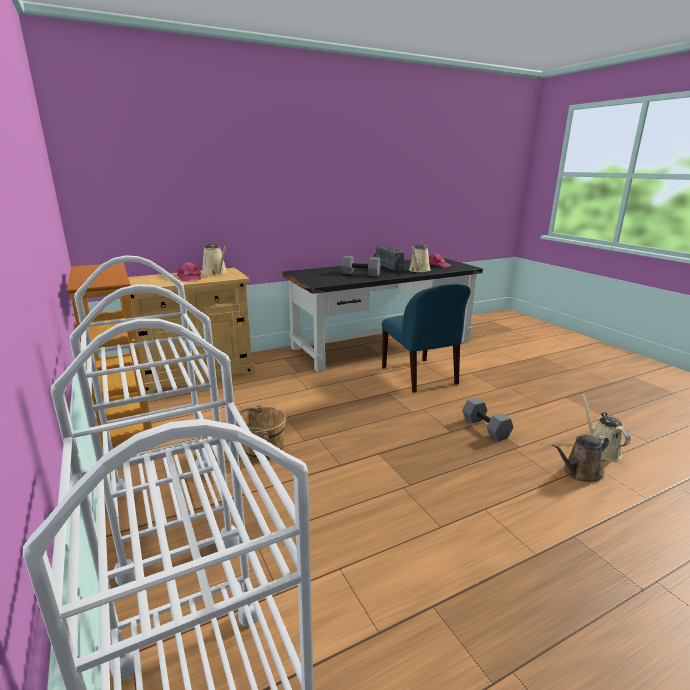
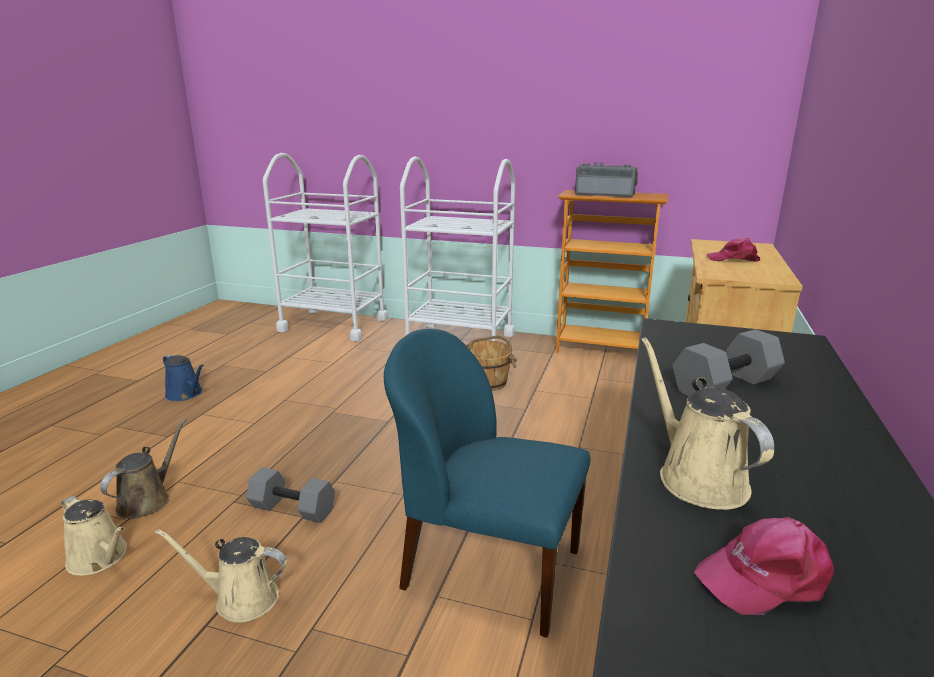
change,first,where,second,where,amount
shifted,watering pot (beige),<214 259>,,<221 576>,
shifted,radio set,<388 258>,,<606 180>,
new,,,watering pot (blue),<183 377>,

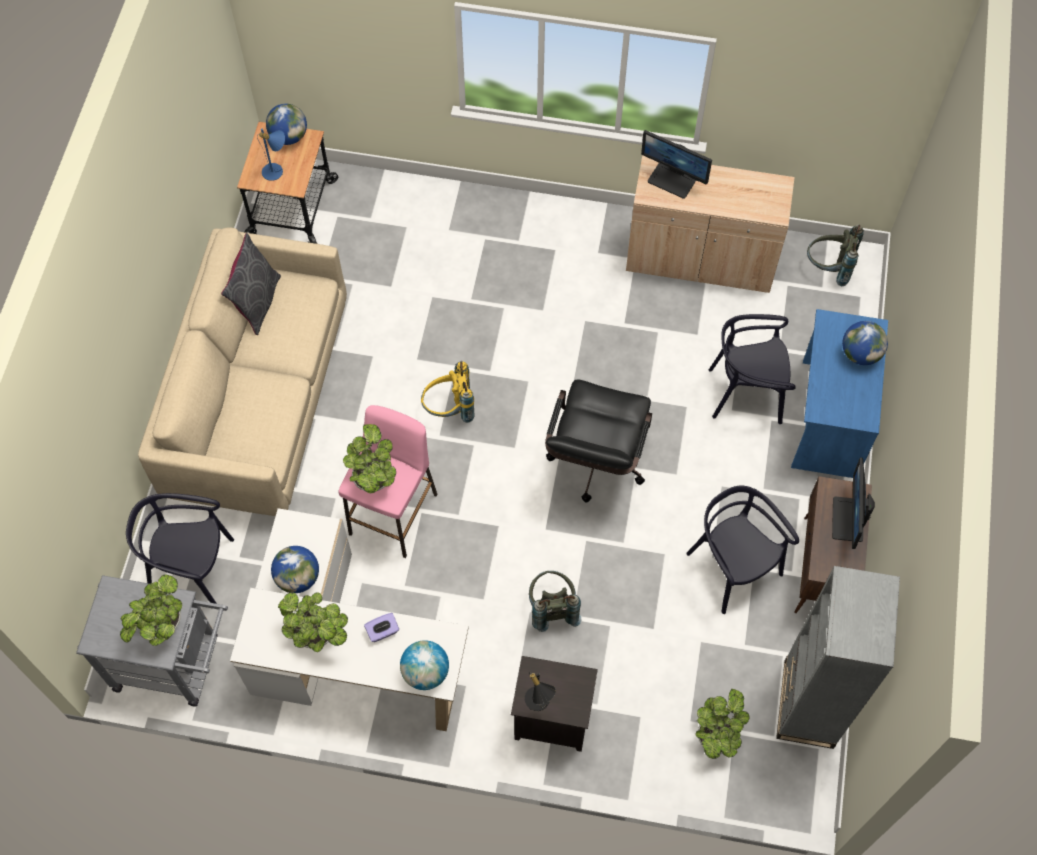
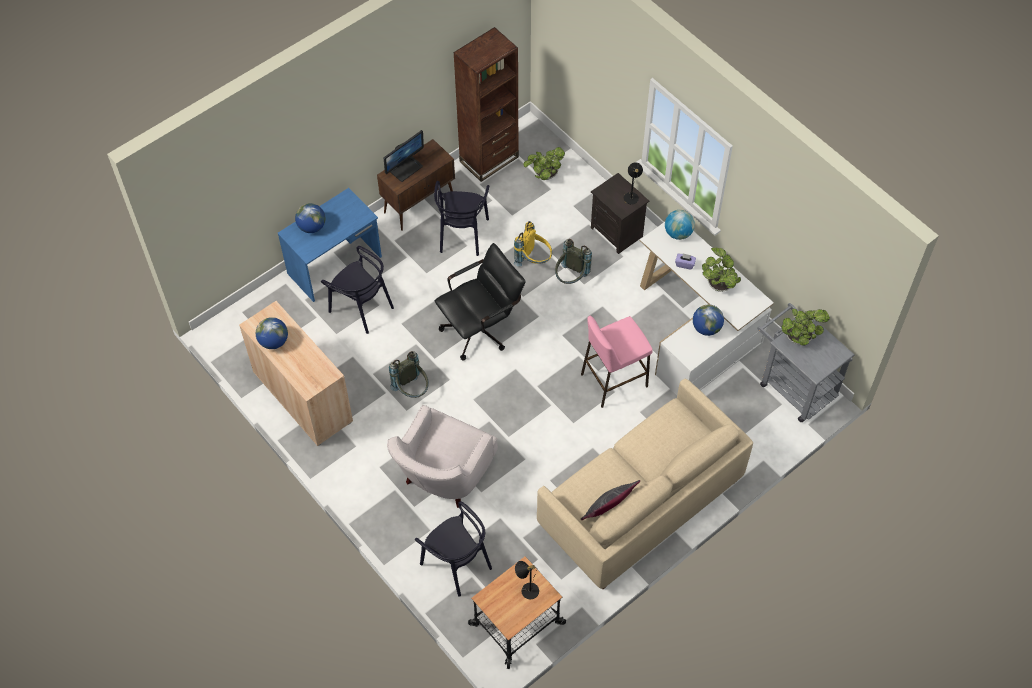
change,first,where,second,where,amount
shifted,chair (black),<180 548>,,<453 549>,
repainted,table lamp (blue),<271 155>,table lamp (black),<527 580>,
shifted,world globe,<286 124>,,<272 333>,
gone,plant in a pot,<369 458>,,,
shifted,knapsack (yellow-coloured),<447 392>,,<533 243>,
gone,computer display,<676 164>,,,
repainted,bookcase (gray),<838 657>,bookcase (brown-coloured),<486 104>,
shifted,knapsack (gray),<835 255>,,<409 374>,
new,,,armchair (white),<442 456>,

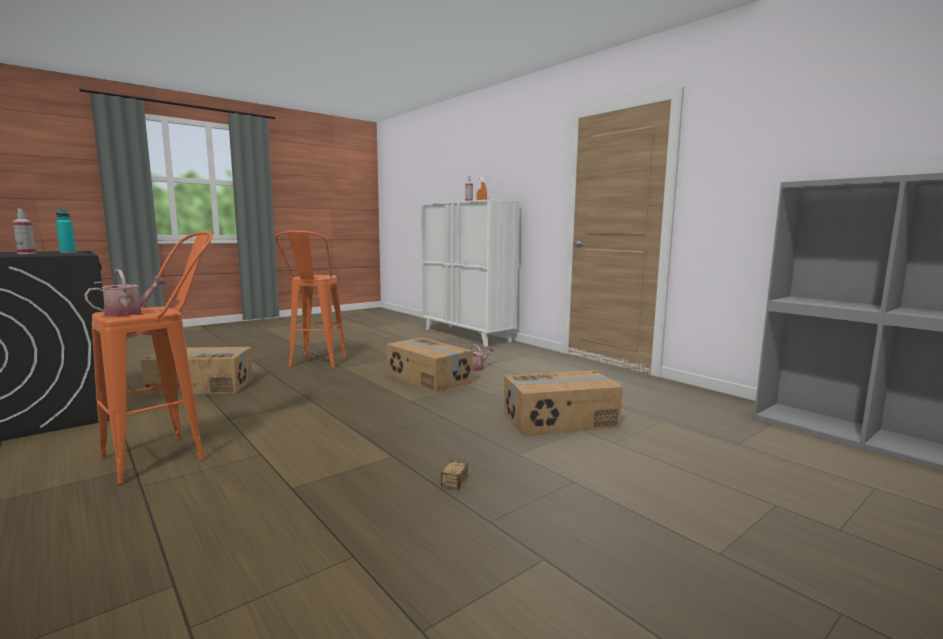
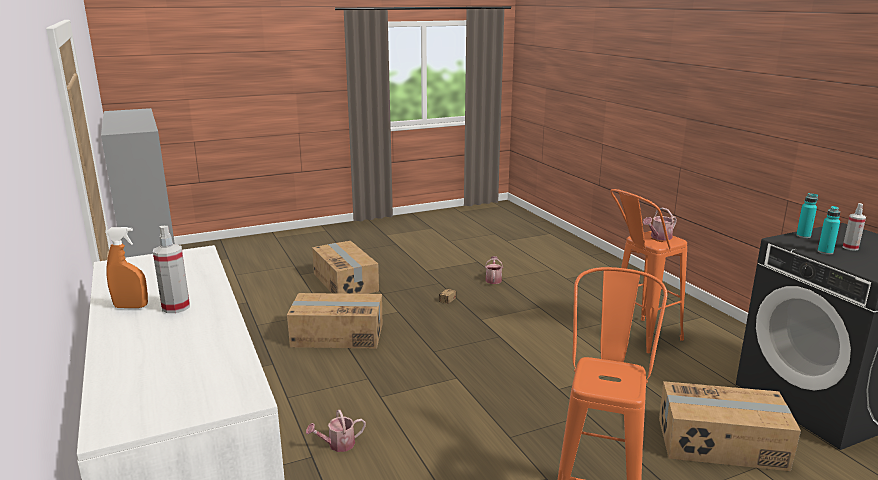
change,first,where,second,where,amount
shifted,carton,<430 365>,,<345 267>,
new,,,watering pot,<494 270>,
new,,,bottle (blue-green),<807 215>,

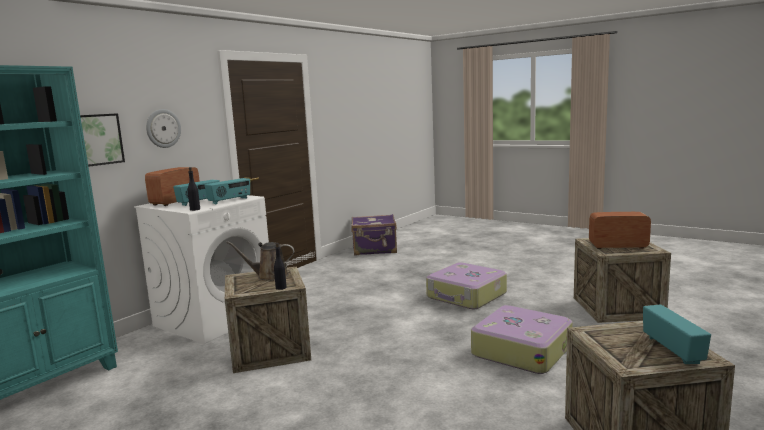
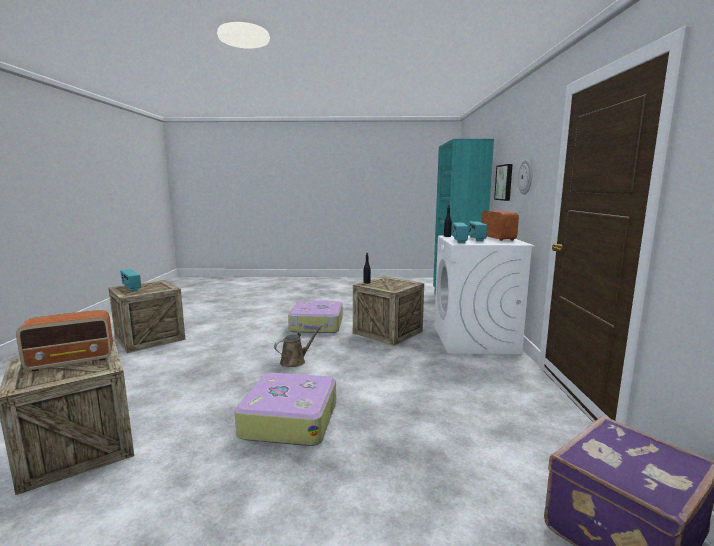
change,first,where,second,where,amount
shifted,watering pot (brown-coloured),<260 261>,,<298 346>,
shifted,suitcase,<522 339>,,<315 317>,

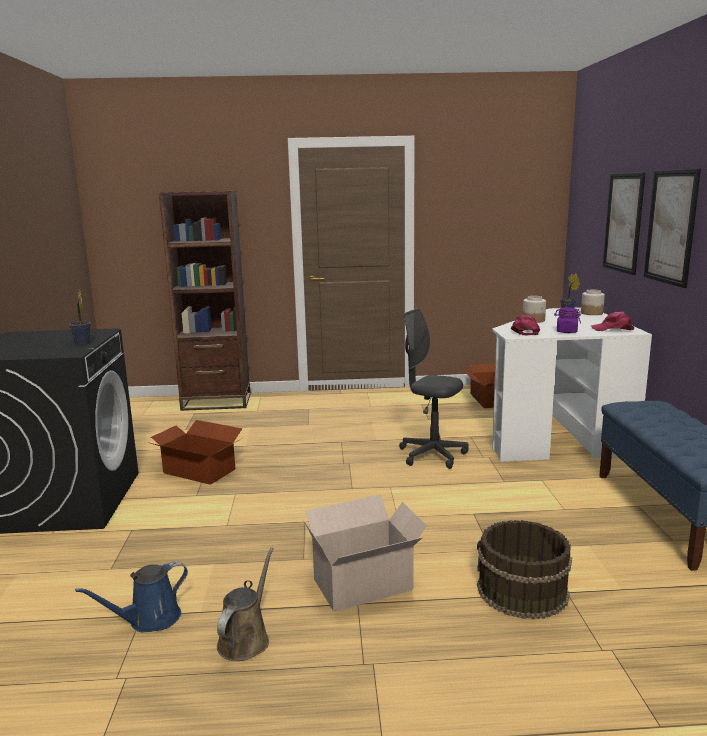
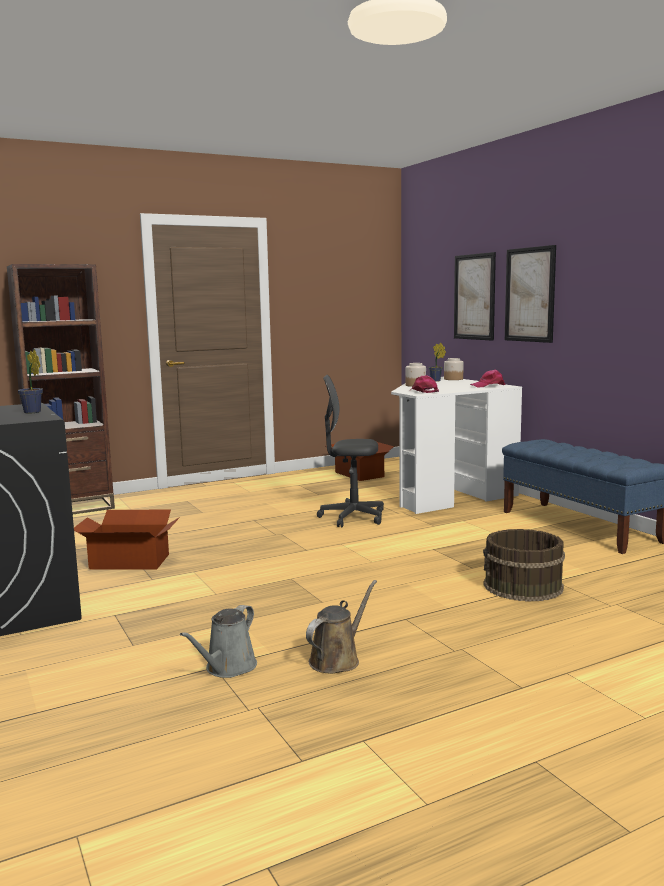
change,first,where,second,where,amount
repainted,watering pot (blue),<131 597>,watering pot (gray),<218 641>,
rotated,watering pot (brown-coloured),<245 604>,,<341 627>,45 degrees clockwise
gone,carton,<365 553>,,,
gone,jar (purple-coloured),<567 320>,,,

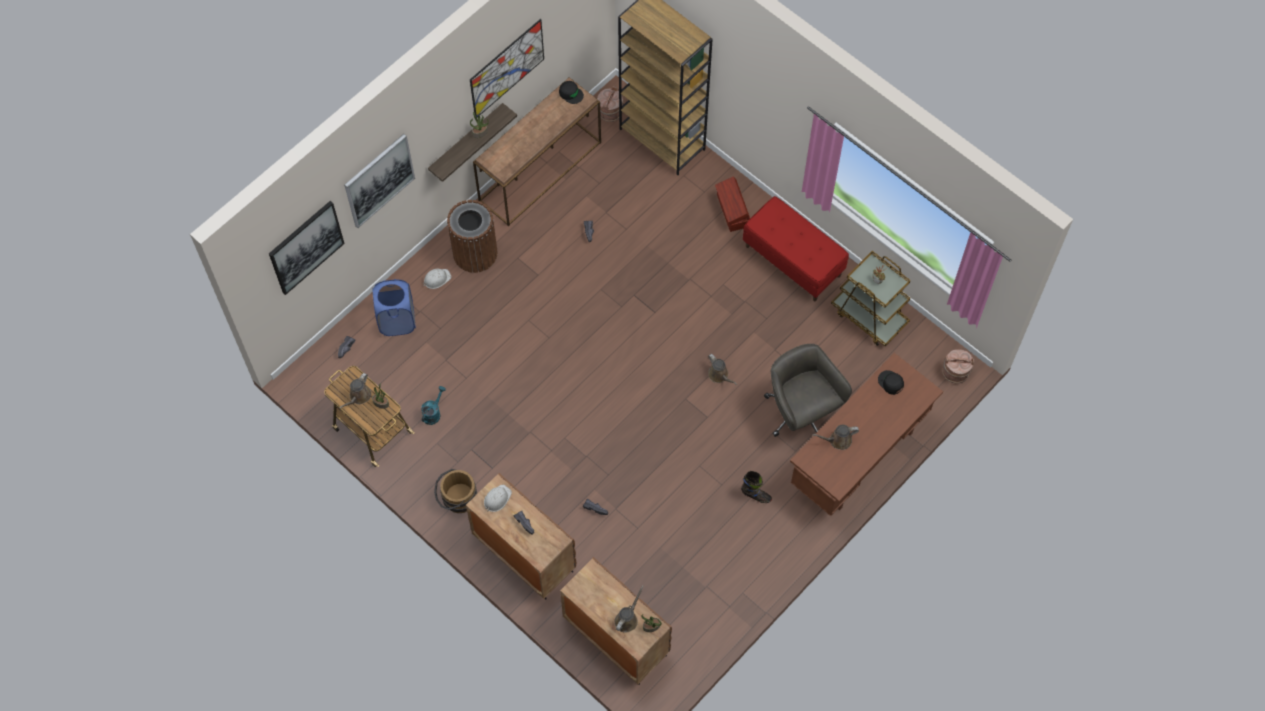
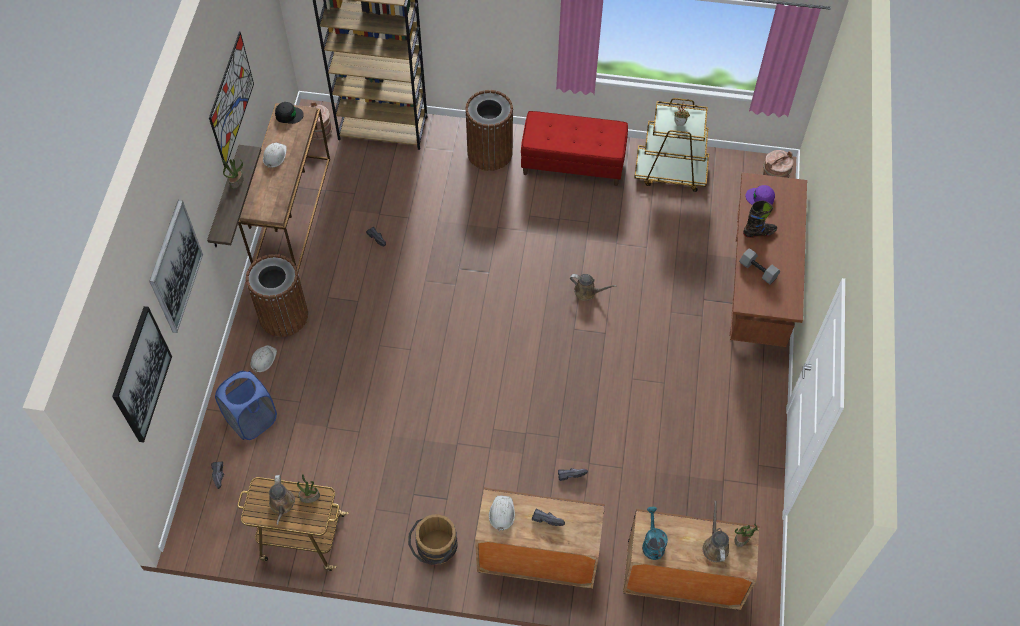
change,first,where,second,where,amount
shifted,watering pot (blue-green),<433 405>,,<655 533>,
swapped,storage bin (brown-coloured),<732 204>,waste bin (brown-coloured),<489 130>,
shifted,boot (black),<756 487>,,<760 219>,
gone,office chair (gray),<808 390>,,,
swapped,watering pot (brown-coloured),<836 437>,free weight (gray),<759 266>,
repainted,peaked cap (black),<891 382>,peaked cap (purple-coloured),<760 195>,
new,,,work helmet (white),<275 155>,

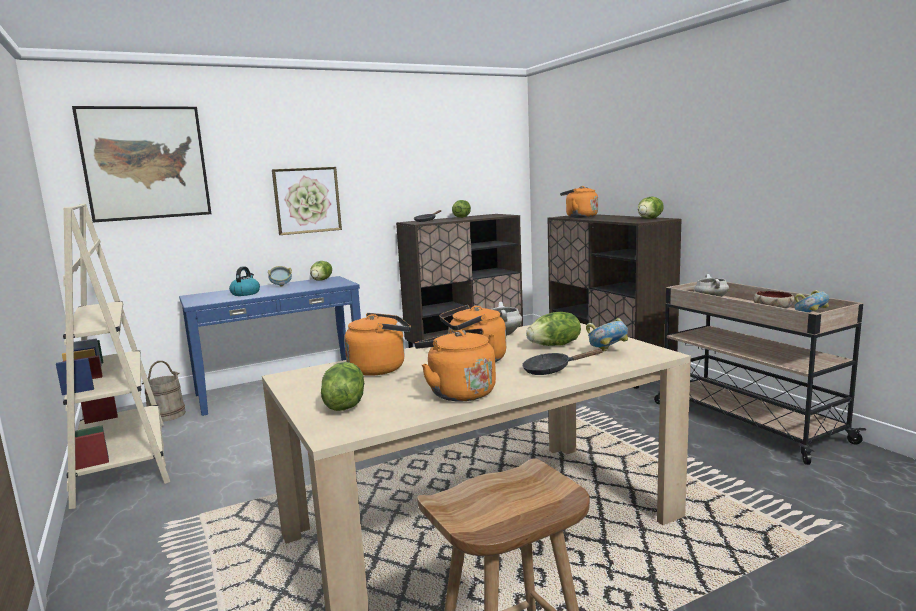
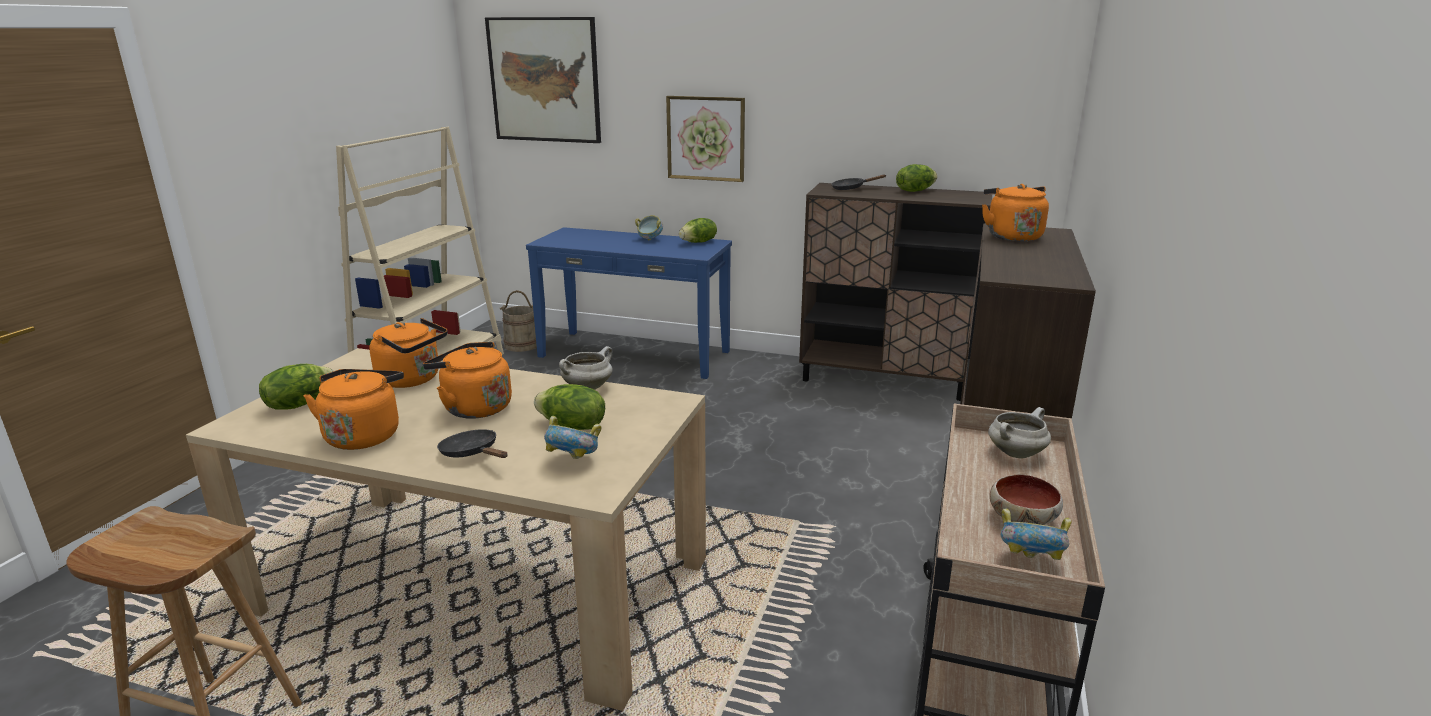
change,first,where,second,where,amount
gone,tea kettle,<244 281>,,,
gone,lettuce head,<651 208>,,,

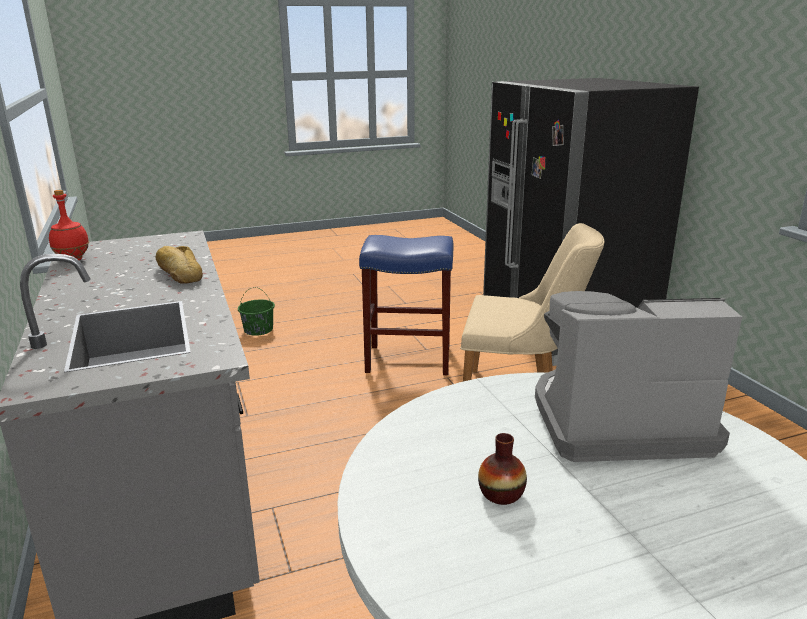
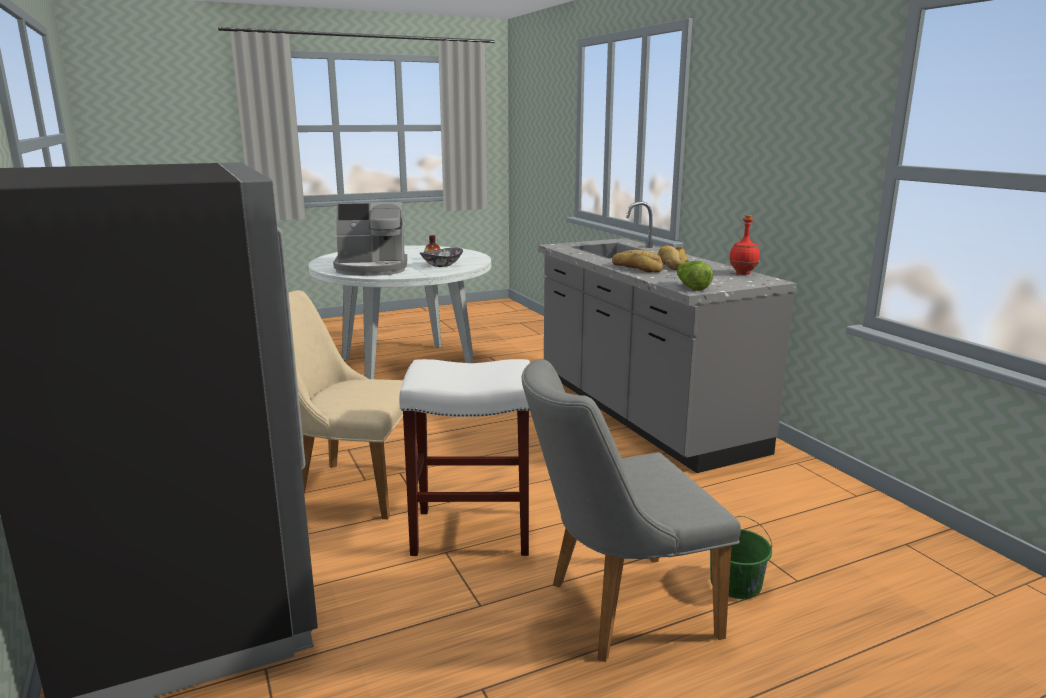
change,first,where,second,where,amount
repainted,stool seat (blue),<406 305>,stool seat (white),<464 457>,
new,,,deep dish,<441 257>,
new,,,chair (gray),<631 510>,
new,,,bread,<673 258>,
new,,,lettuce head,<695 276>,

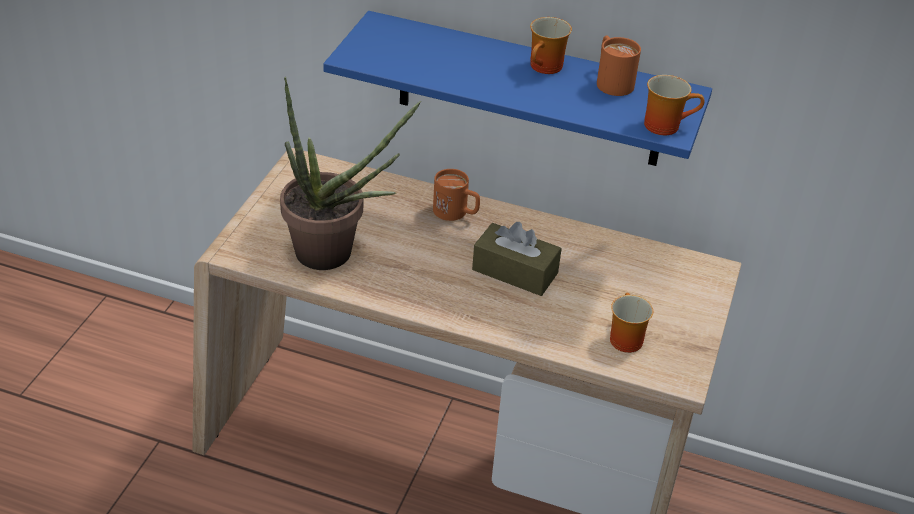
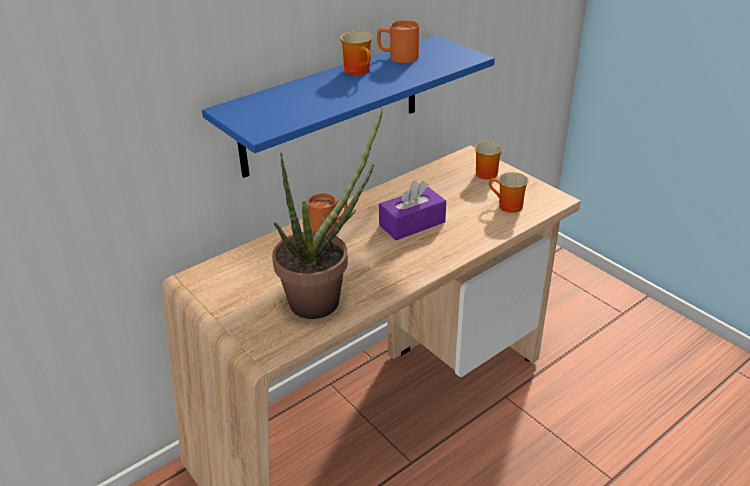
change,first,where,second,where,amount
repainted,tissue holder (brown-coloured),<517 259>,tissue holder (purple-coloured),<412 210>,
shifted,mug,<674 105>,,<489 161>,

